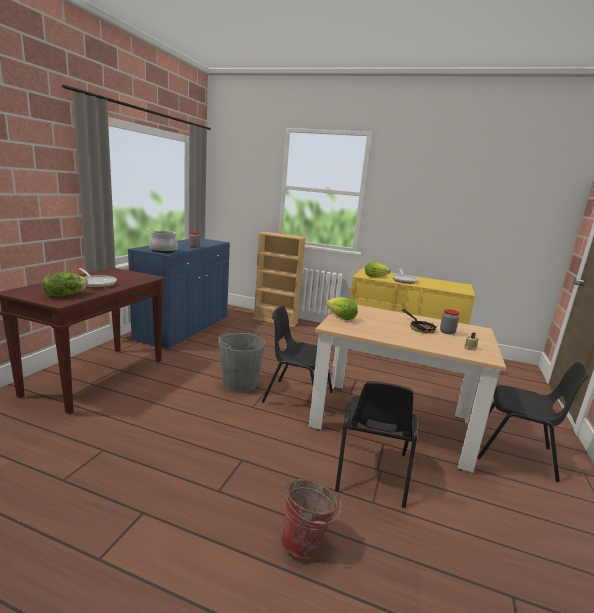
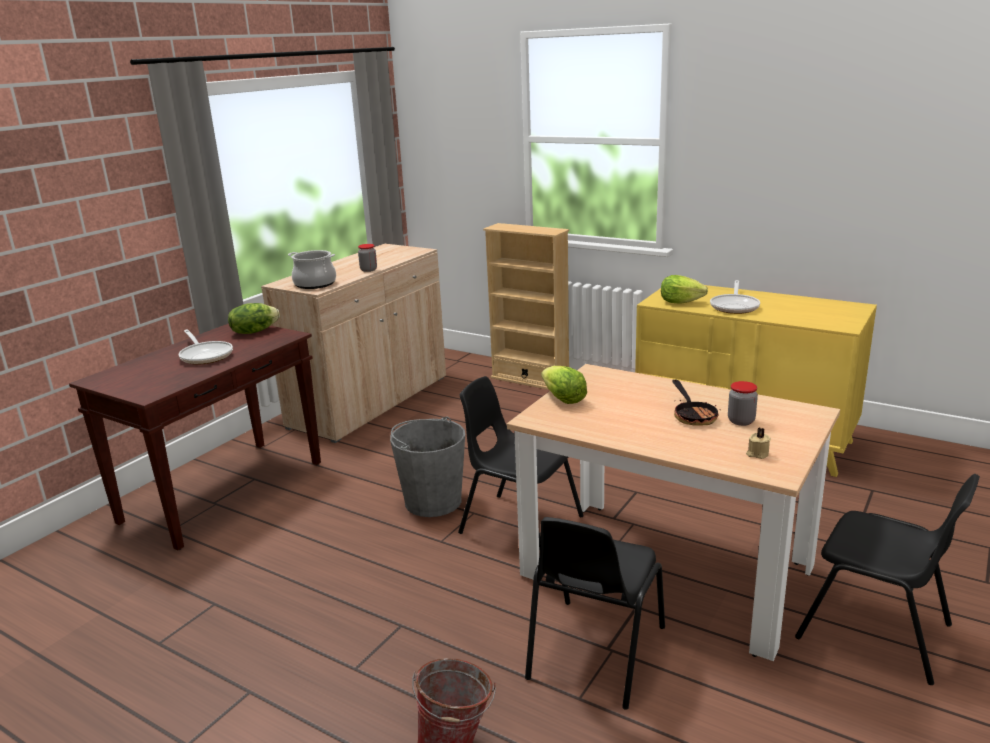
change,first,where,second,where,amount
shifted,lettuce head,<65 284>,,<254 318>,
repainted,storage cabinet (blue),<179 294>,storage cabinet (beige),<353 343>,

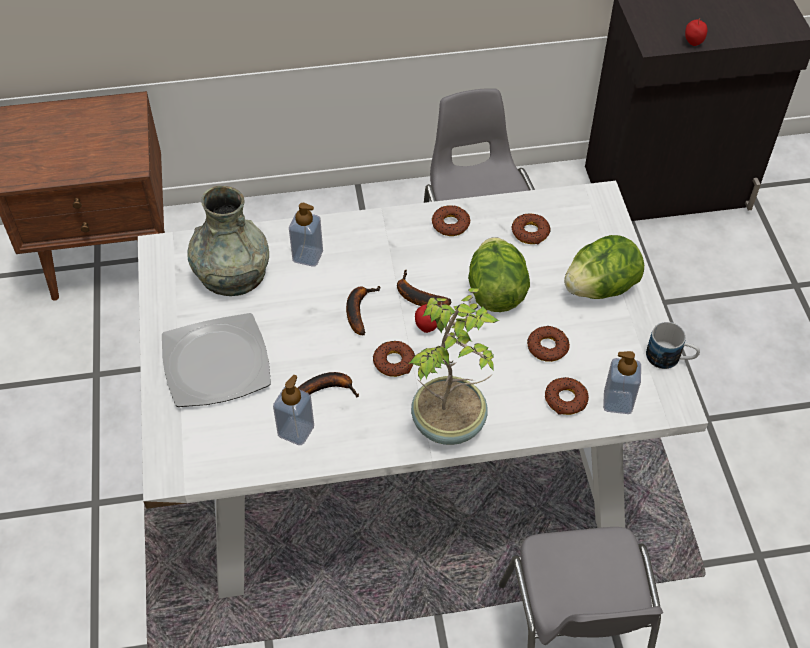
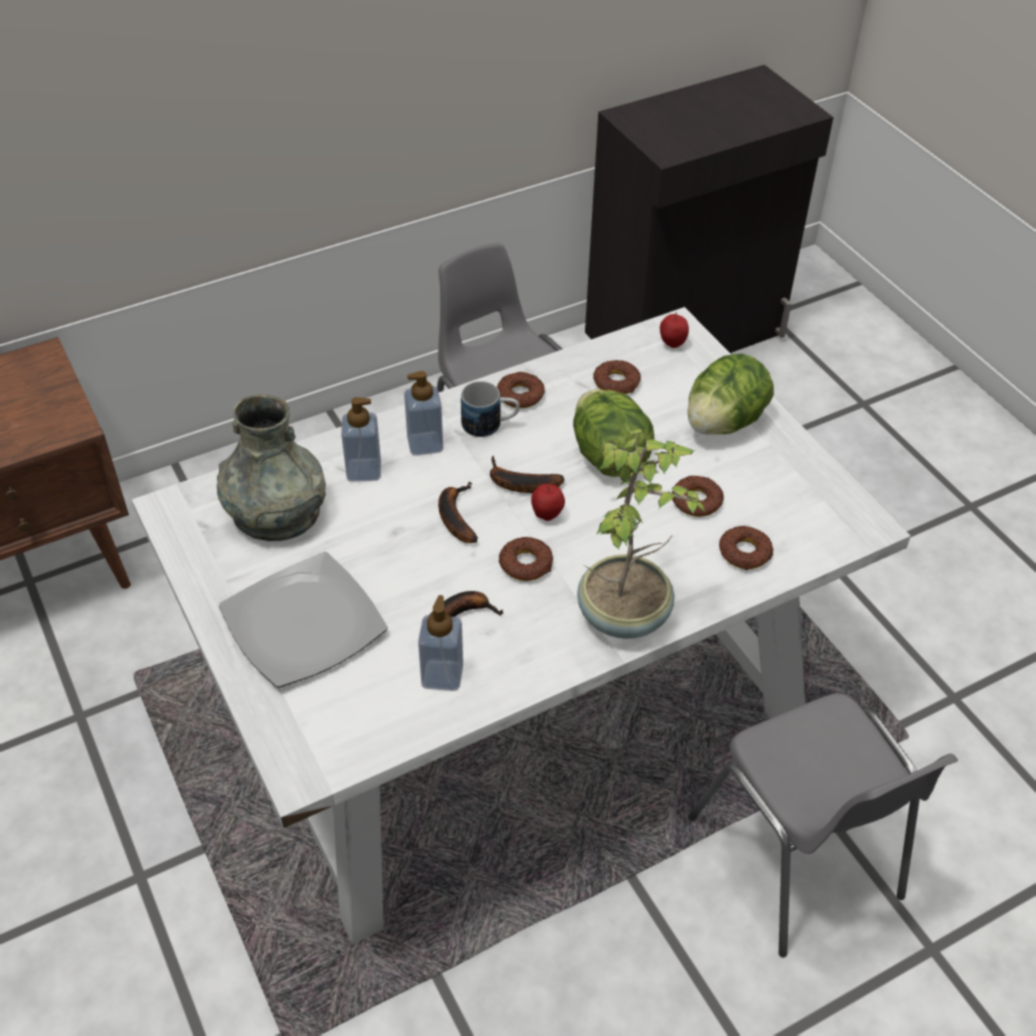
change,first,where,second,where,amount
shifted,soap dispenser,<622 382>,,<423 413>,
shifted,mug,<673 345>,,<490 409>,
shifted,apple,<696 32>,,<674 330>,

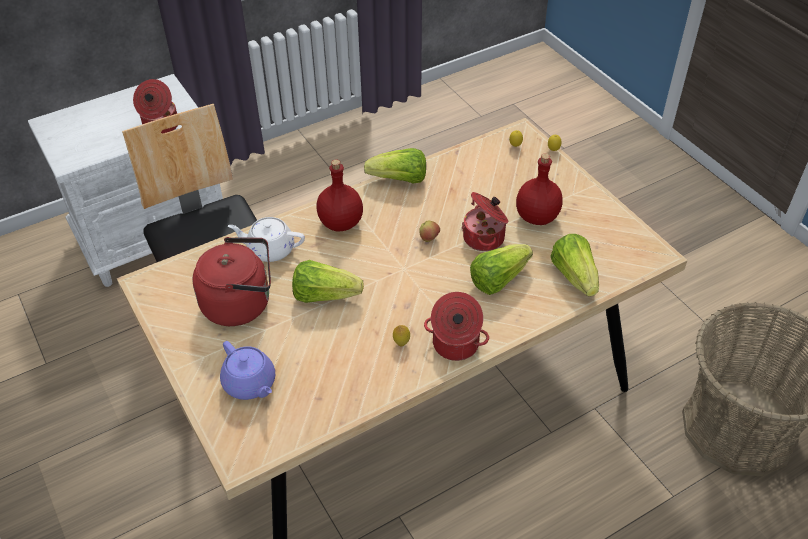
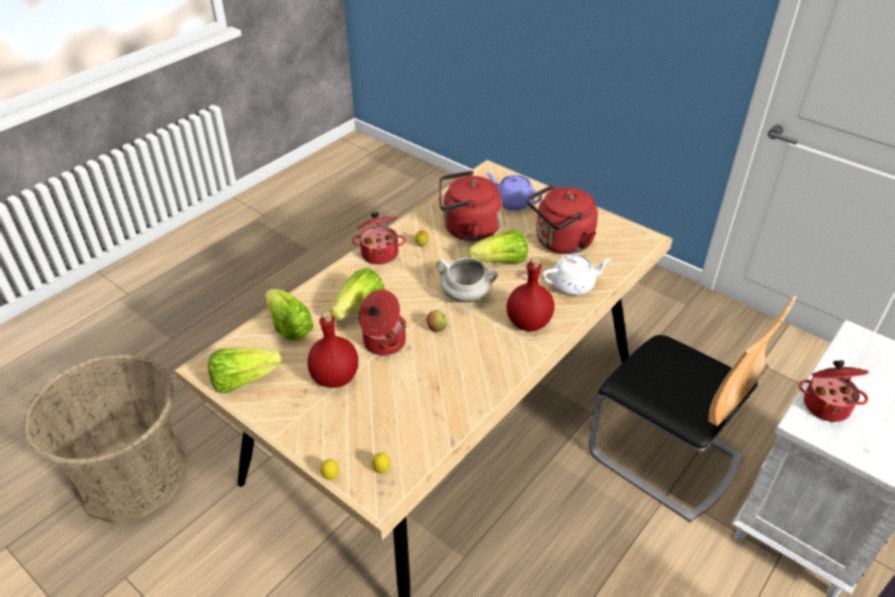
change,first,where,second,where,amount
shifted,lettuce head,<395 166>,,<245 370>,
new,,,saucepot (white),<466 280>,
new,,,tea kettle (reddish),<470 206>,

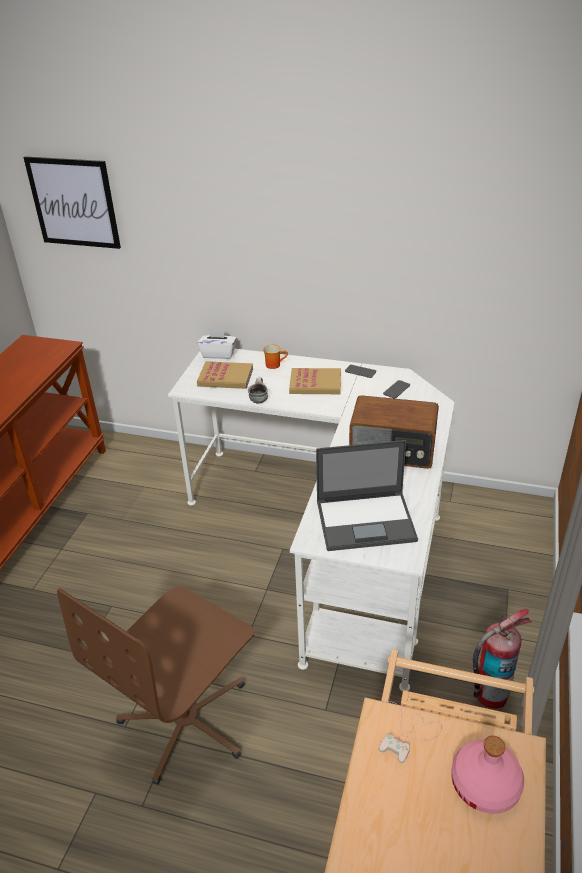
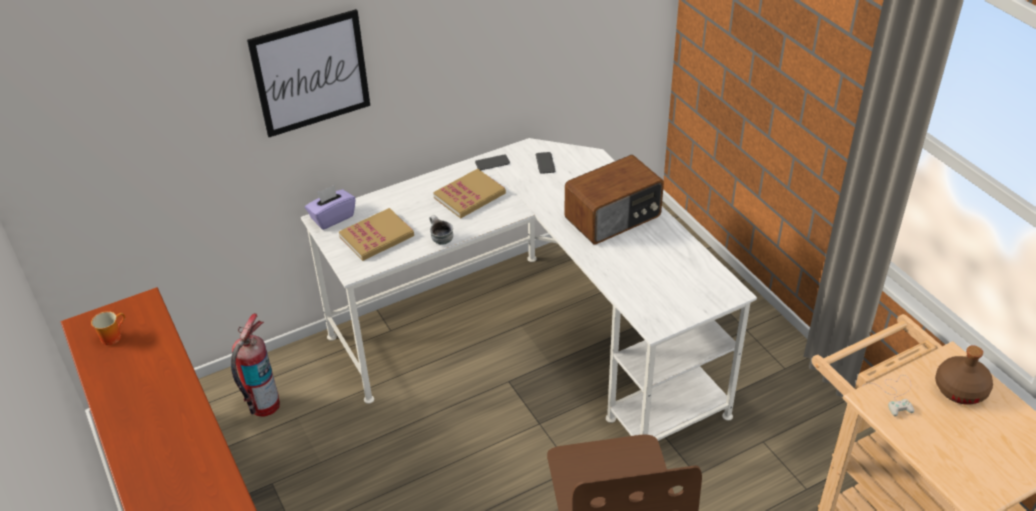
change,first,where,second,where,amount
shifted,wall art,<72 202>,,<308 73>,
repainted,tissue holder (white),<217 343>,tissue holder (purple-coloured),<330 207>,
shifted,mug,<275 356>,,<108 328>,
gone,portable computer,<367 495>,,,
repainted,bottle (pinkish),<487 775>,bottle (brown-coloured),<964 375>,
shifted,fire extinguisher,<502 659>,,<255 364>,

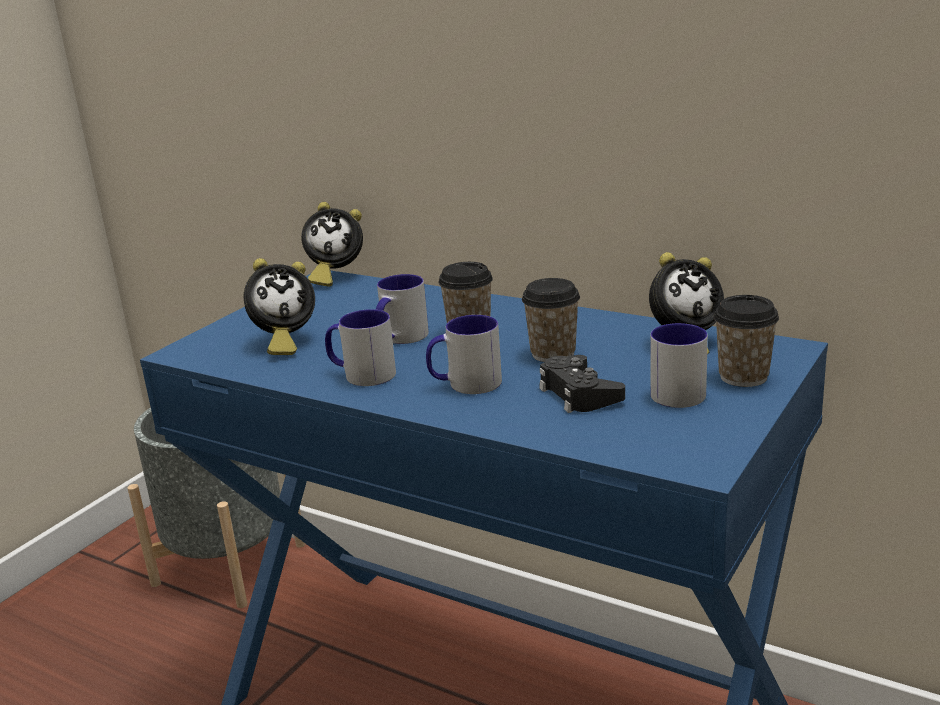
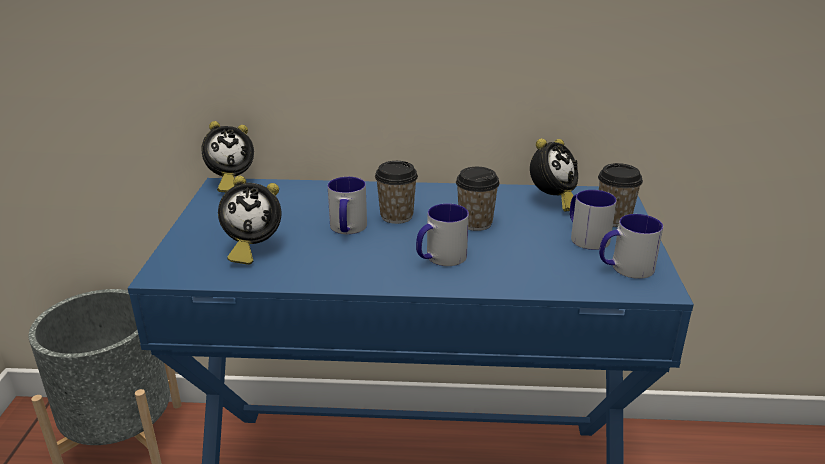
change,first,where,second,where,amount
rotated,bedside clock,<279 306>,,<249 220>,45 degrees clockwise
shifted,mug,<360 347>,,<631 246>,
gone,joypad (black),<582 384>,,,

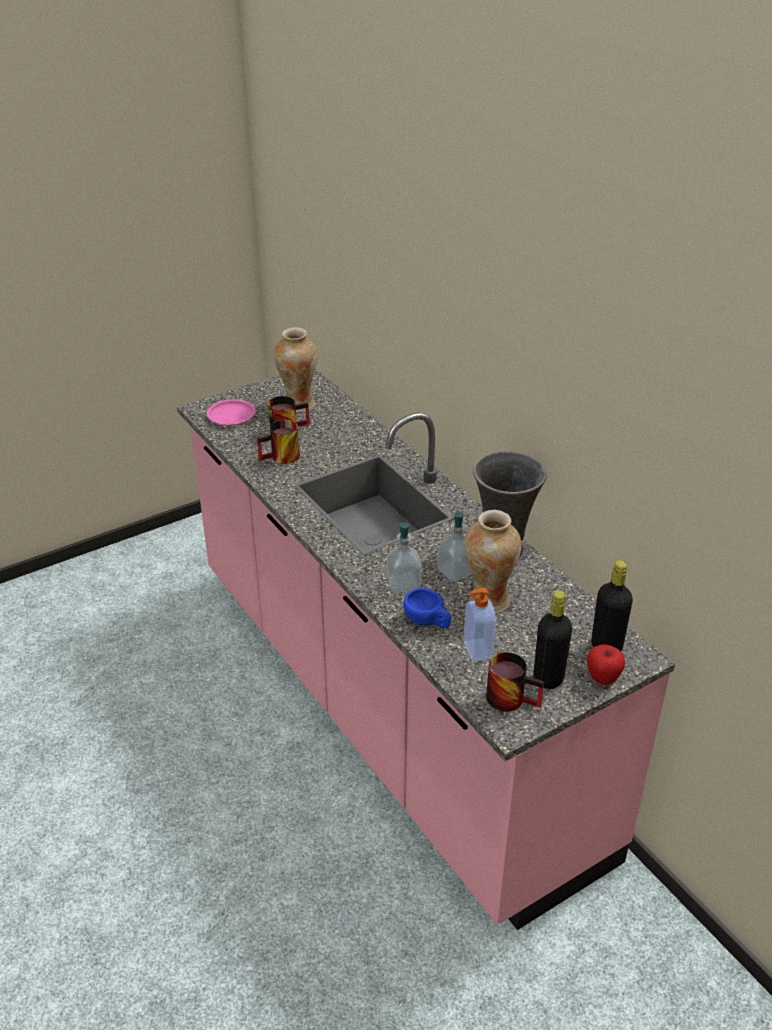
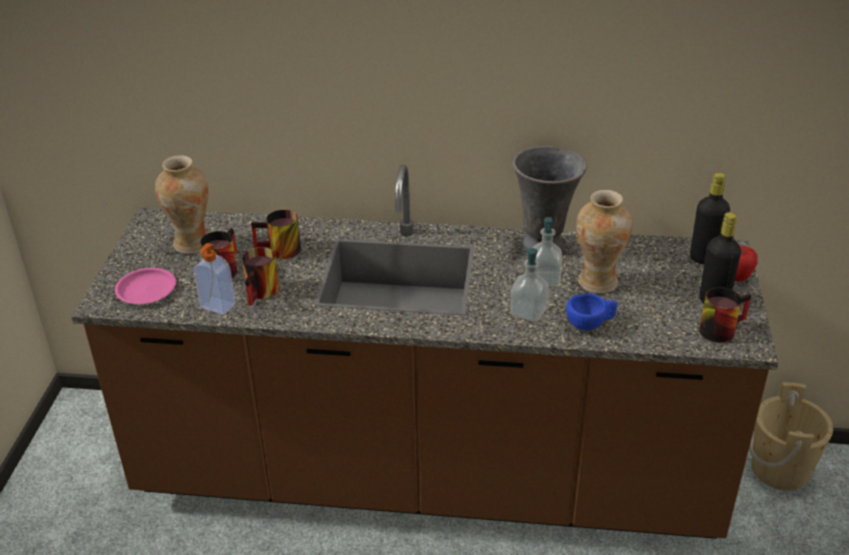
change,first,where,second,where,amount
repainted,kitchen counter (pinkish),<426 649>,kitchen counter (brown-coloured),<424 352>,
shifted,soap dispenser,<480 625>,,<215 279>,
new,,,mug,<276 234>,
new,,,bucket (beige),<791 436>,

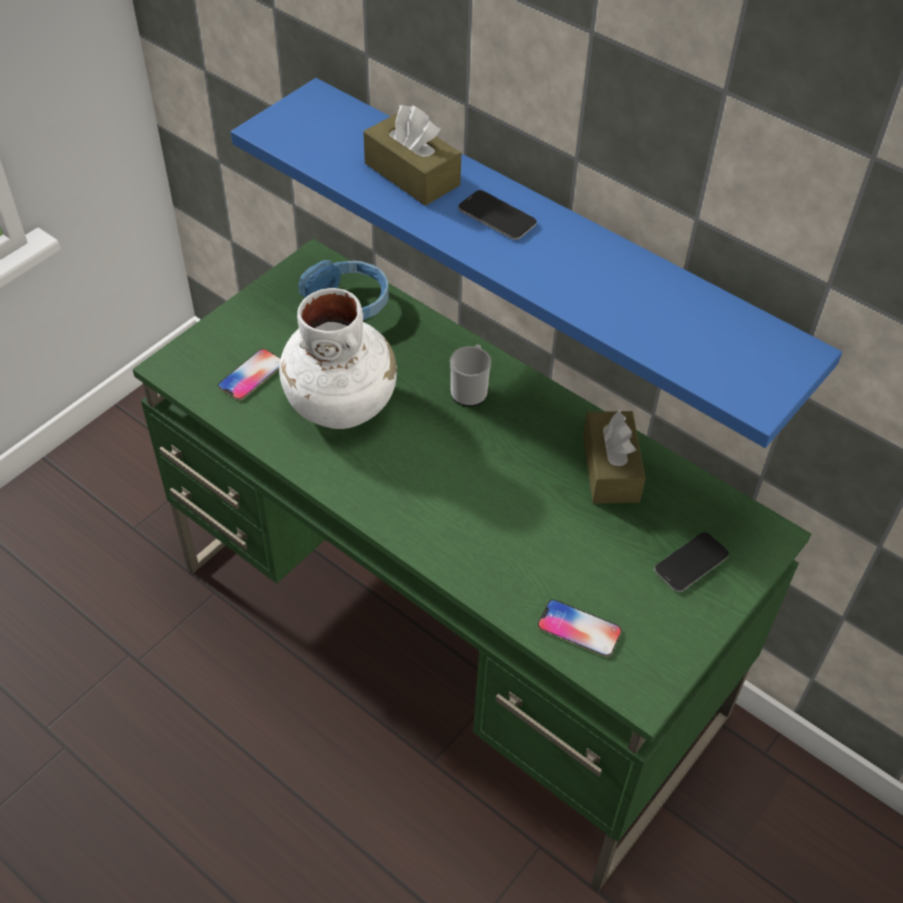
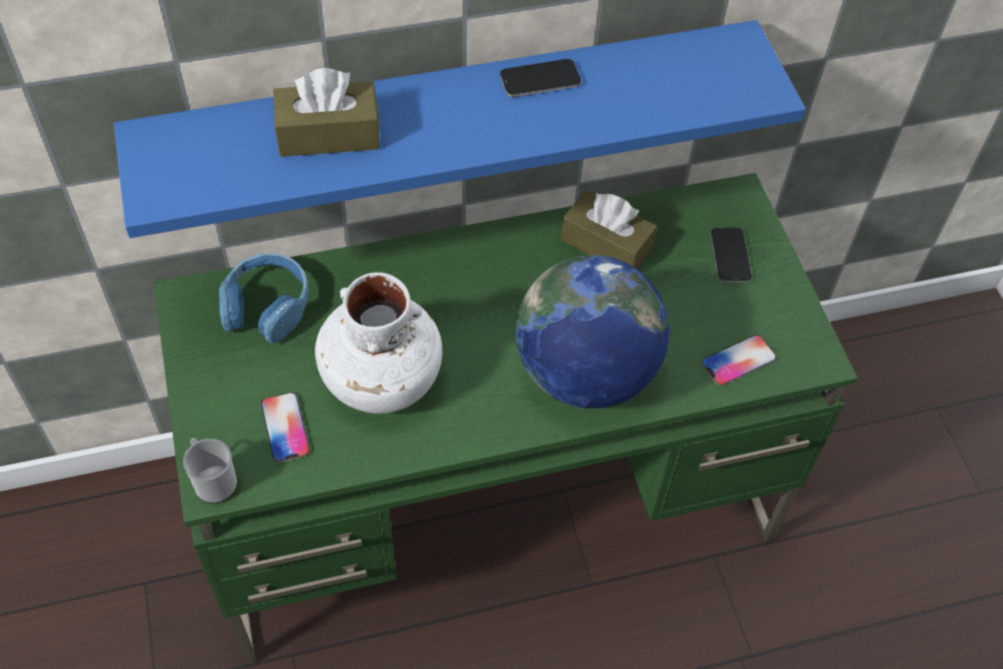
change,first,where,second,where,amount
shifted,mug,<470 376>,,<210 470>,
shifted,telephone,<497 215>,,<540 78>,
new,,,world globe,<593 332>,

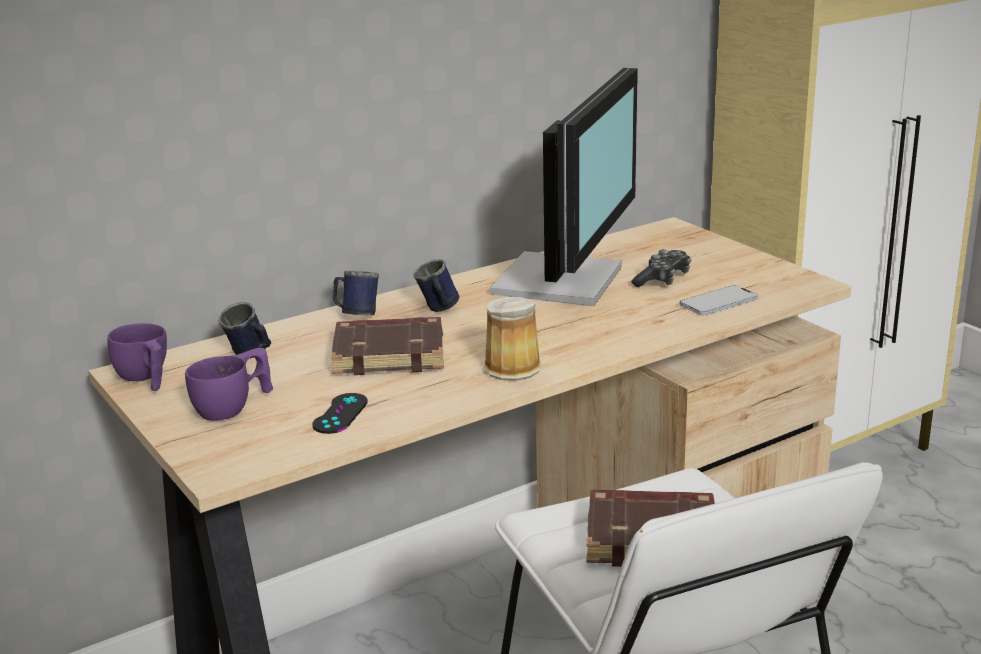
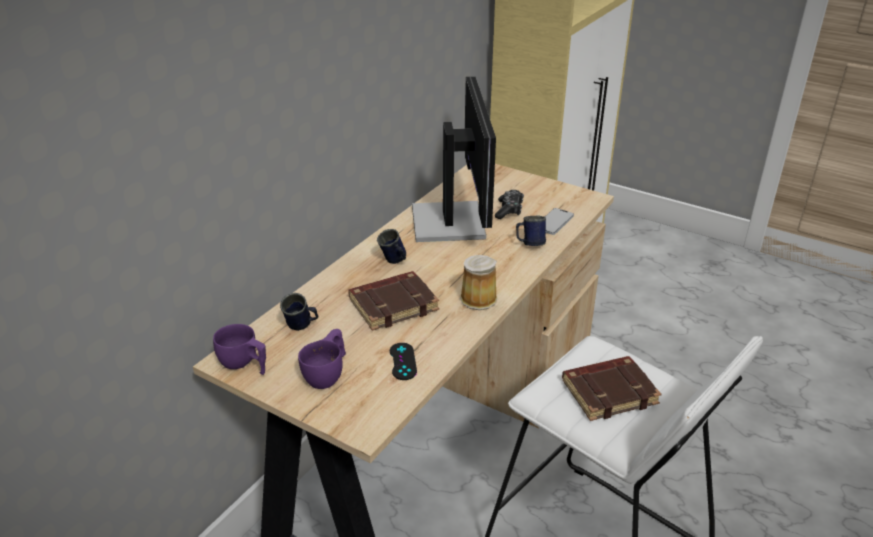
change,first,where,second,where,amount
shifted,mug (blue),<356 293>,,<531 231>,

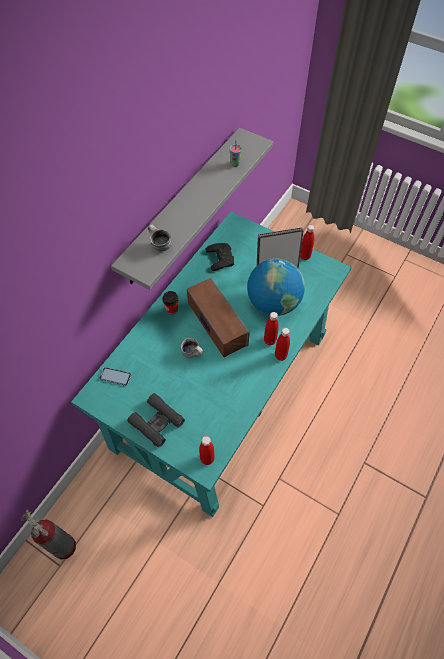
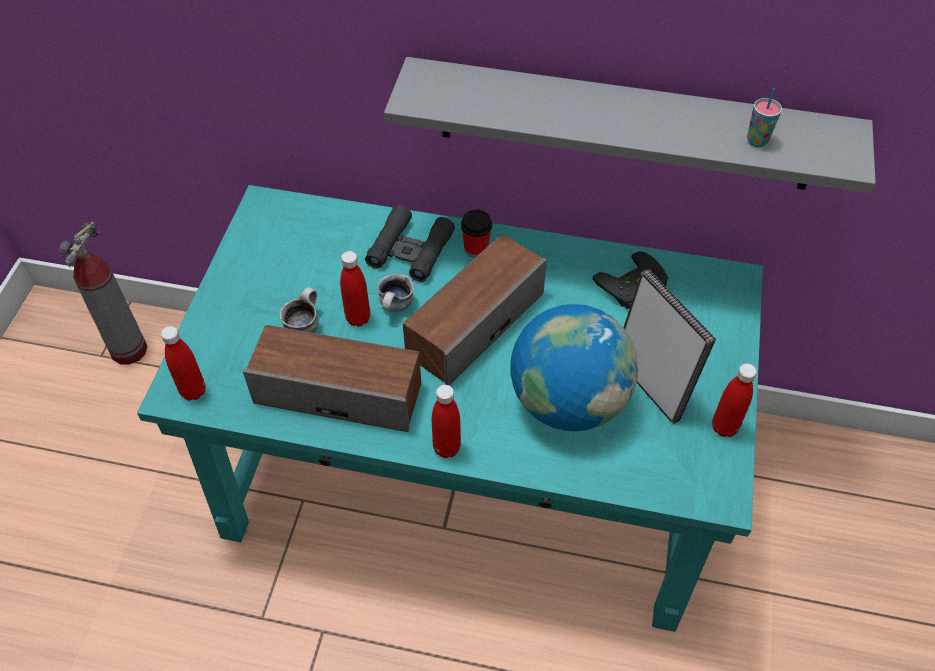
change,first,where,second,where,amount
gone,telephone,<115 376>,,,
shifted,field glasses (black),<156 420>,,<410 243>,
shifted,mug,<159 238>,,<298 310>,
shifted,bottle (reddish),<271 328>,,<355 289>,
new,,,audio speaker,<332 378>,

